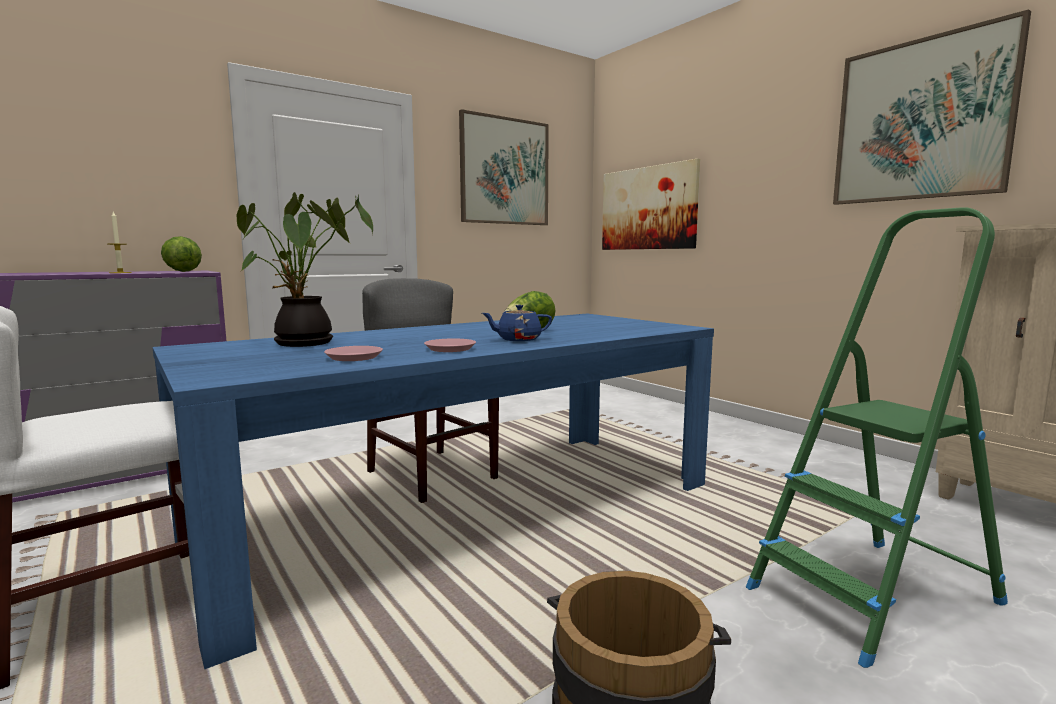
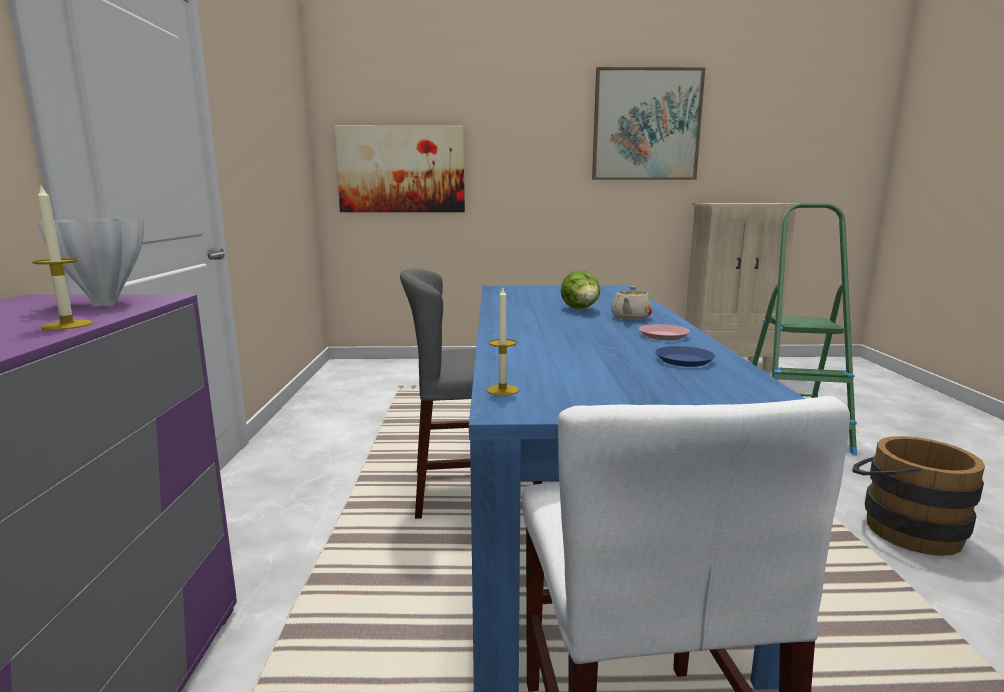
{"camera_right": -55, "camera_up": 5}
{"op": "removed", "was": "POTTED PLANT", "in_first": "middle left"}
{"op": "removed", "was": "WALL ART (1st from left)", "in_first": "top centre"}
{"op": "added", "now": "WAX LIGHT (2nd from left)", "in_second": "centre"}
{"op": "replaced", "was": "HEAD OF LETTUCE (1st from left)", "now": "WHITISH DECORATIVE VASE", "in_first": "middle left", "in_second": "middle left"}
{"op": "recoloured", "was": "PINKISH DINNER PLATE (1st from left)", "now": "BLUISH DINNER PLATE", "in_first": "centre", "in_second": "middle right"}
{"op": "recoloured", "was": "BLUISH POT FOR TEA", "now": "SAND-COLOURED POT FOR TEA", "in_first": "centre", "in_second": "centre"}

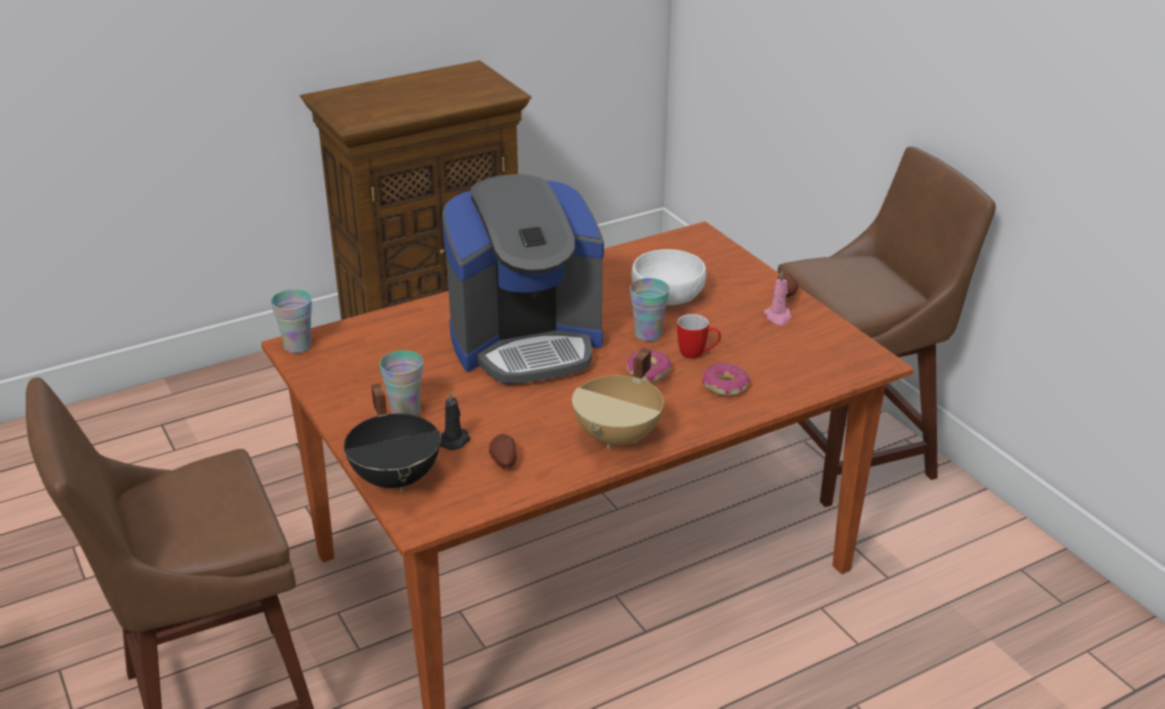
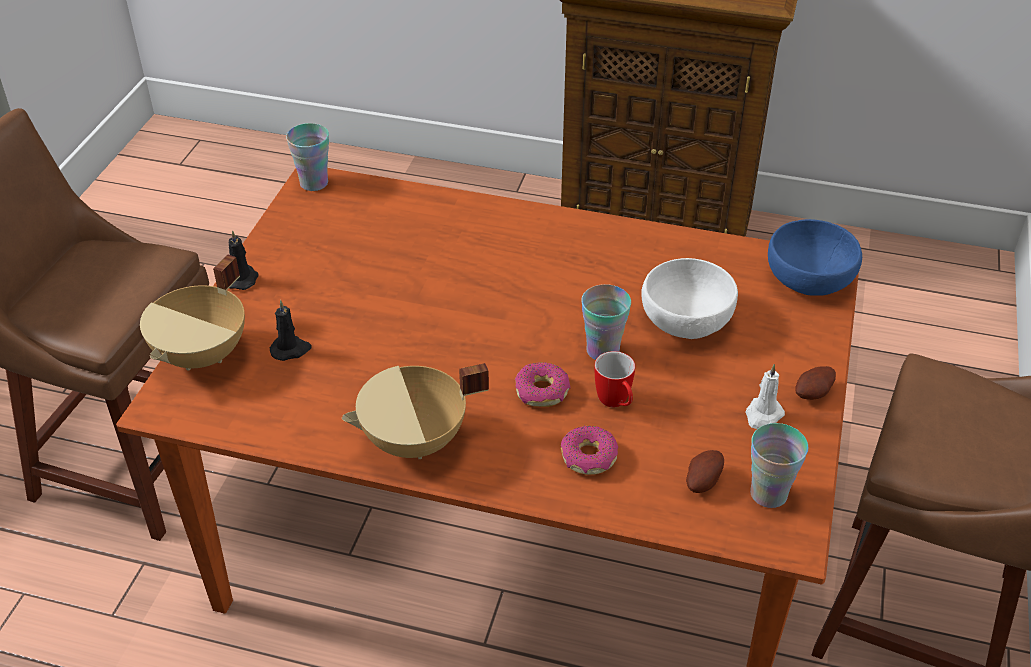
{"camera_right": 45, "camera_up": 10}
{"op": "removed", "was": "COFFEE MAKER", "in_first": "centre"}
{"op": "added", "now": "BLACKISH WAX LIGHT (1st from left)", "in_second": "middle left"}
{"op": "added", "now": "BLUISH BOWL", "in_second": "middle right"}
{"op": "moved", "was": "CUP (2nd from left in the first image)", "now": "CUP (3rd from left)", "in_first": "centre", "in_second": "bottom right"}
{"op": "moved", "was": "SPUD (1st from left)", "in_first": "centre", "in_second": "bottom right"}
{"op": "recoloured", "was": "BLACKISH COOKING POT", "now": "SAND-COLOURED COOKING POT (1st from left)", "in_first": "centre", "in_second": "middle left"}
{"op": "recoloured", "was": "PINKISH WAX LIGHT", "now": "WHITISH WAX LIGHT", "in_first": "middle right", "in_second": "middle right"}

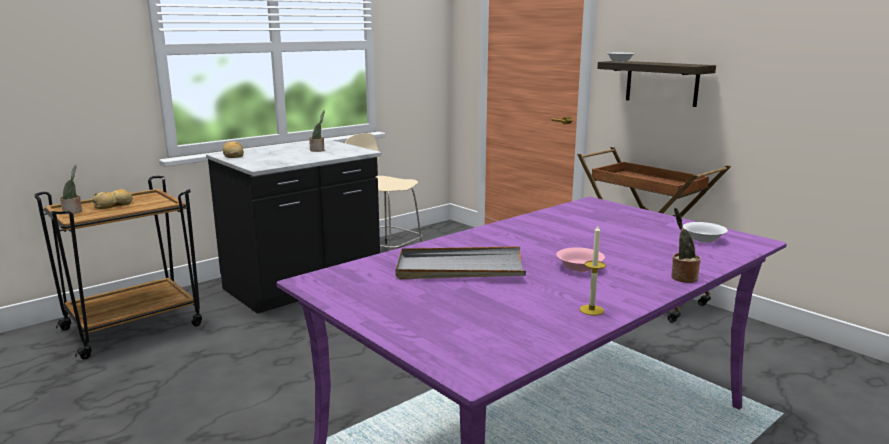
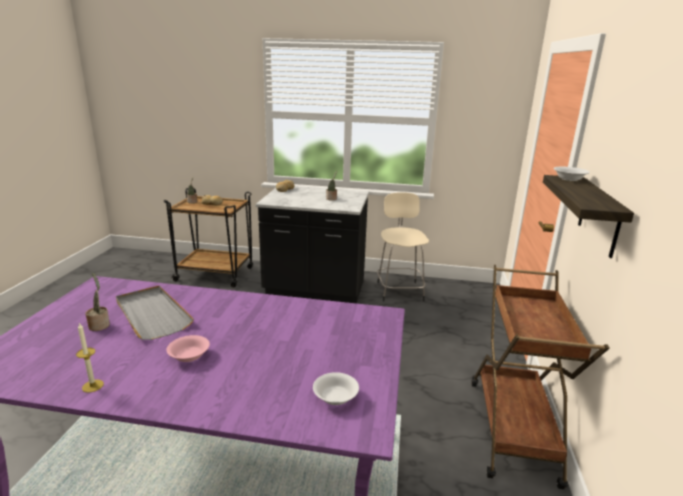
{"camera_right": 50, "camera_up": 5}
{"op": "moved", "was": "POTTED PLANT (3rd from left in the first image)", "now": "POTTED PLANT (1st from left)", "in_first": "middle right", "in_second": "middle left"}

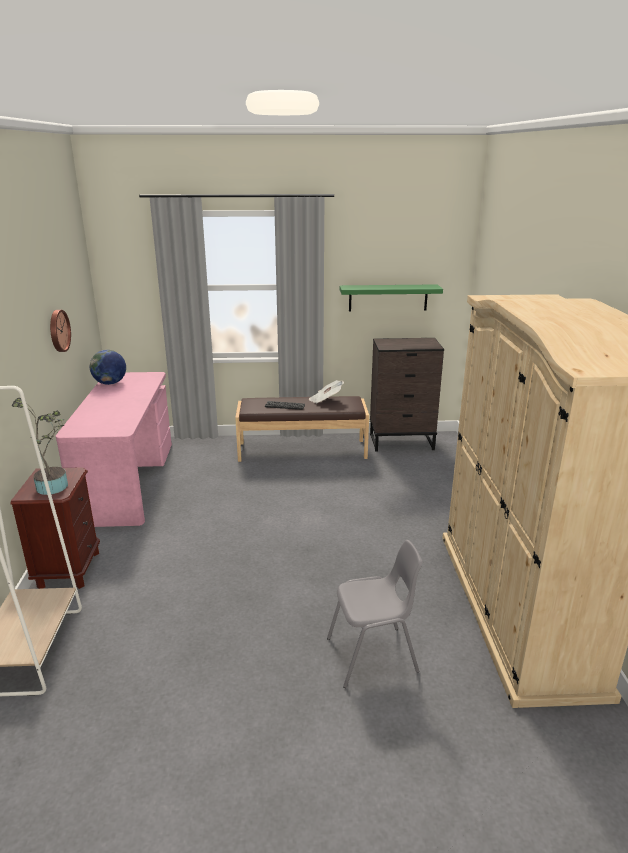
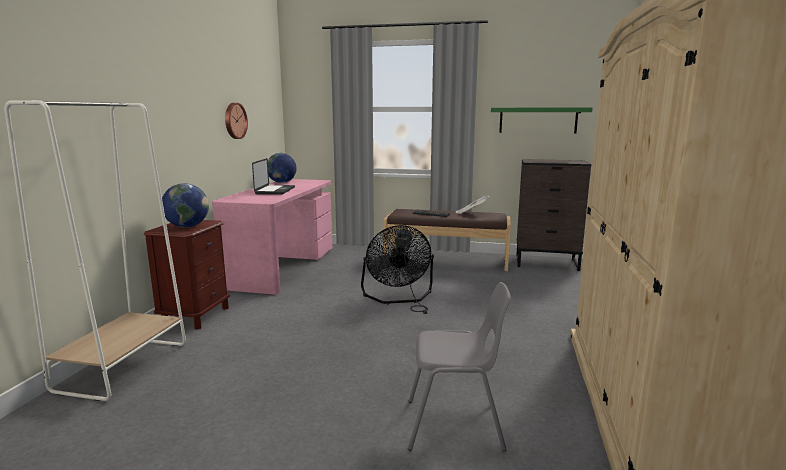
{"camera_right": 15, "camera_up": -10}
{"op": "added", "now": "NOTEBOOK COMPUTER", "in_second": "centre"}
{"op": "added", "now": "BLACKISH ELECTRIC FAN", "in_second": "centre"}
{"op": "replaced", "was": "POTTED PLANT", "now": "DESK GLOBE (1st from left)", "in_first": "middle left", "in_second": "middle left"}

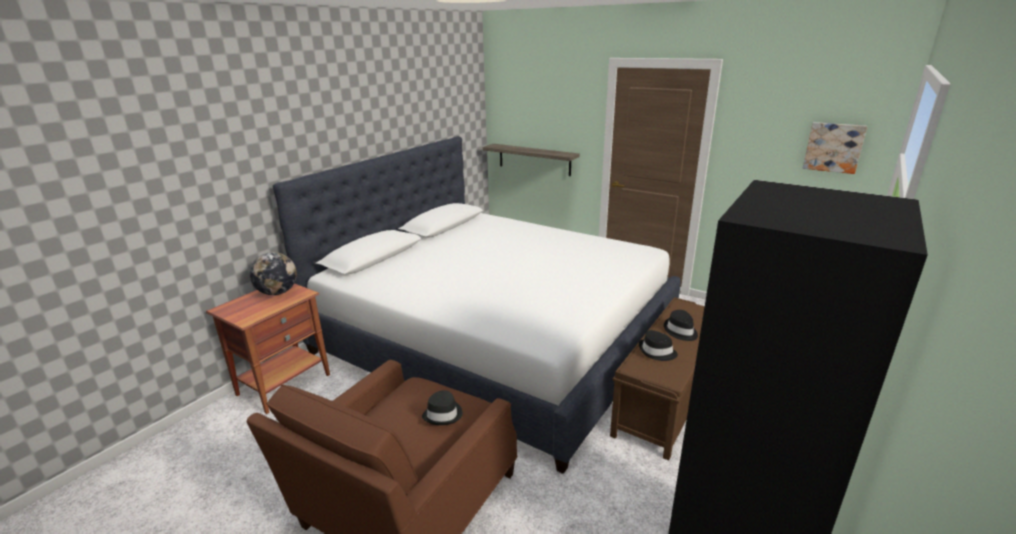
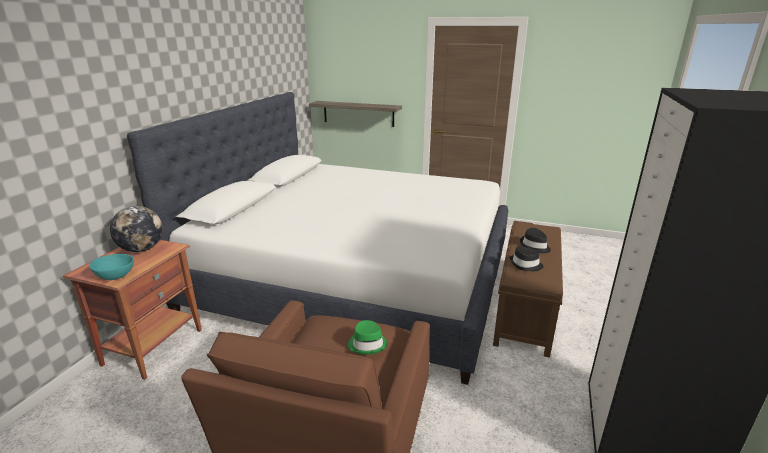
{"camera_right": -15, "camera_up": 0}
{"op": "removed", "was": "WALL ART", "in_first": "top right"}
{"op": "added", "now": "TURQUOISE-COLOURED BOWL", "in_second": "middle left"}
{"op": "recoloured", "was": "BLACKISH HAT (1st from left)", "now": "GREENISH HAT", "in_first": "bottom centre", "in_second": "bottom centre"}

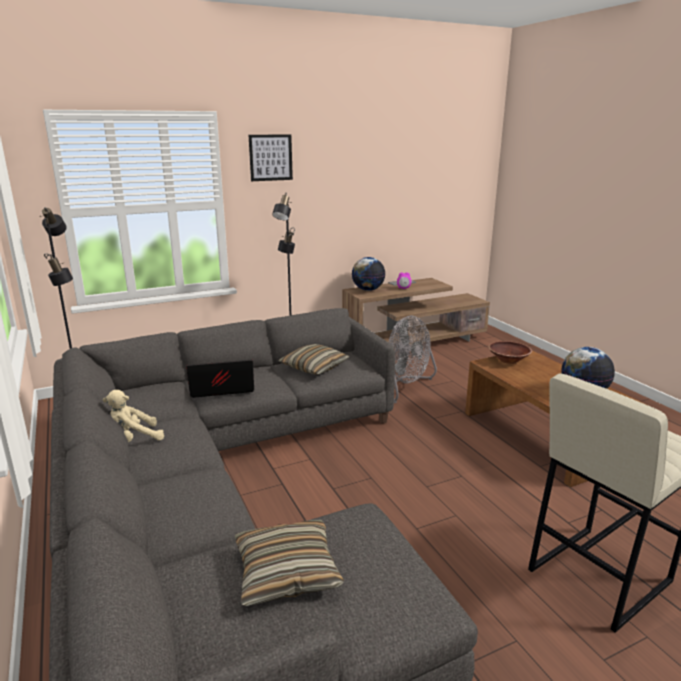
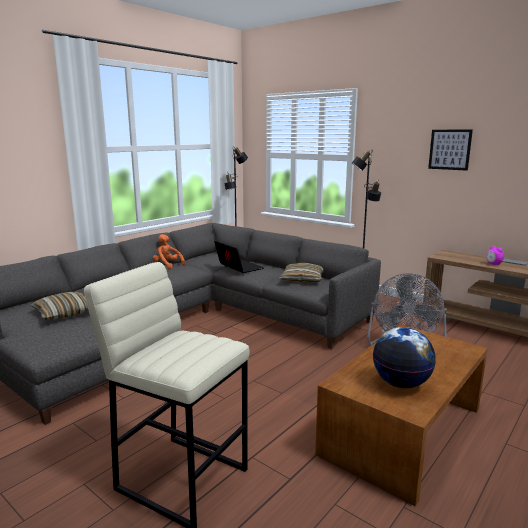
{"camera_right": 65, "camera_up": -5}
{"op": "removed", "was": "DESK GLOBE (1st from left)", "in_first": "centre"}
{"op": "removed", "was": "BROWNISH BOWL", "in_first": "middle right"}
{"op": "moved", "was": "WALL ART", "in_first": "top centre", "in_second": "top right"}
{"op": "recoloured", "was": "SAND-COLOURED SOFT TOY", "now": "ORANGE SOFT TOY", "in_first": "middle left", "in_second": "middle left"}

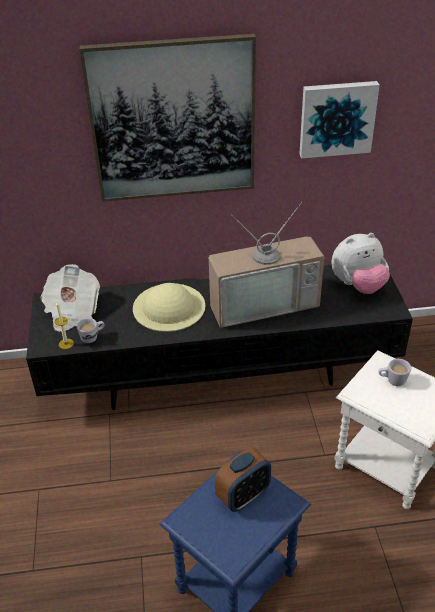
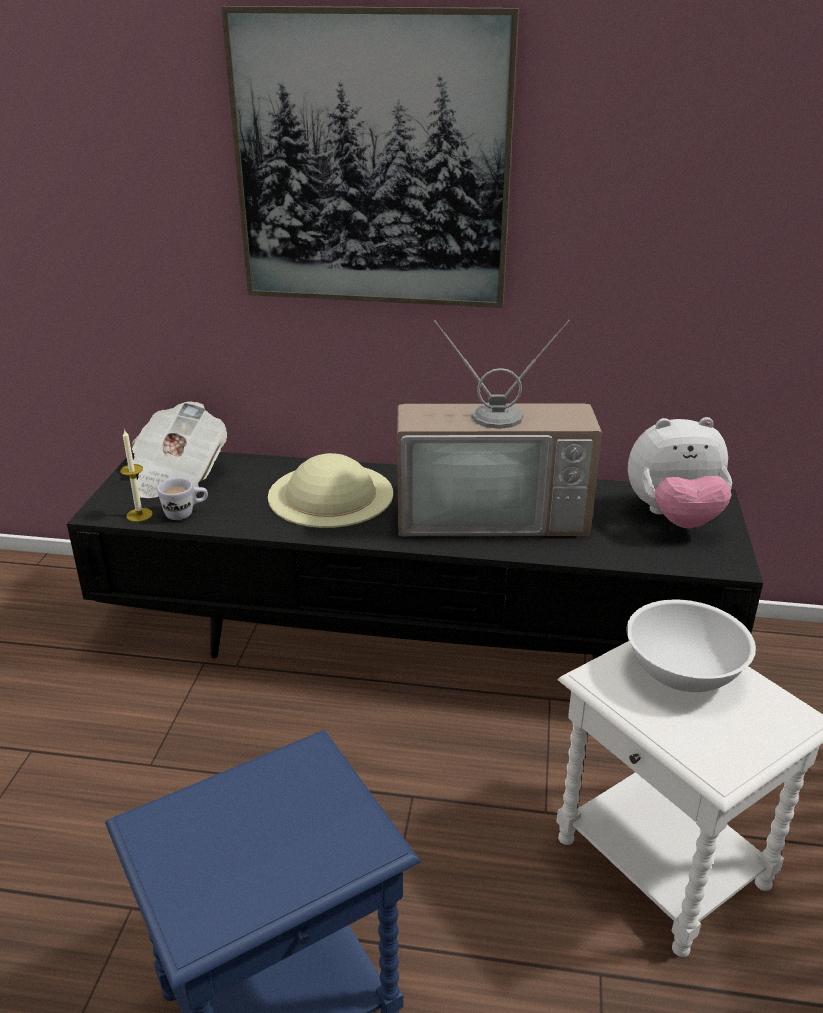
{"camera_right": 15, "camera_up": -10}
{"op": "removed", "was": "TABLE CLOCK", "in_first": "bottom centre"}
{"op": "removed", "was": "WALL ART (2nd from left)", "in_first": "top right"}
{"op": "replaced", "was": "WHITISH MUG (2nd from left)", "now": "WHITISH BOWL", "in_first": "middle right", "in_second": "middle right"}

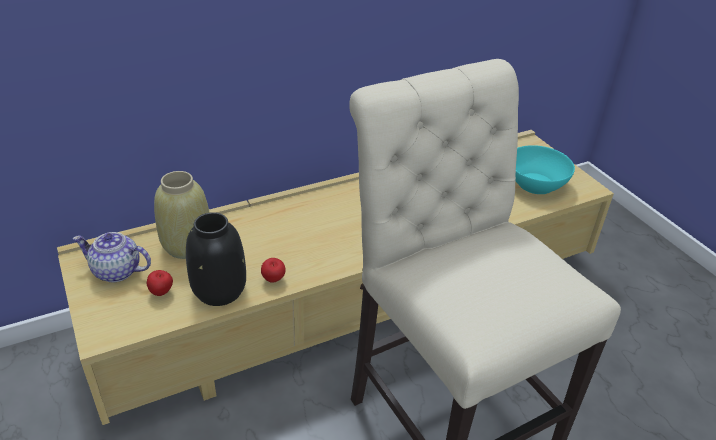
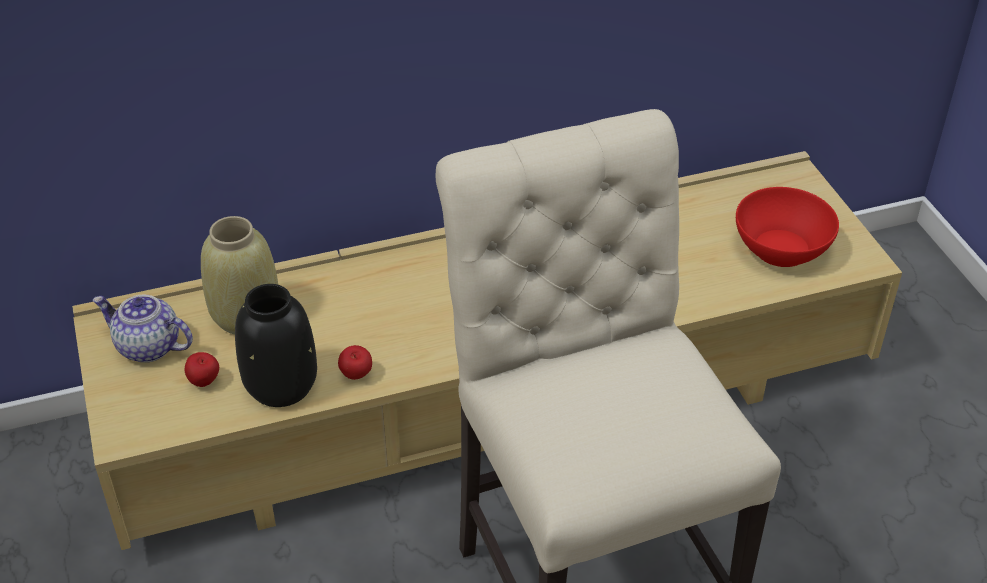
{"camera_right": 10, "camera_up": 5}
{"op": "recoloured", "was": "TURQUOISE-COLOURED BOWL", "now": "REDDISH BOWL", "in_first": "middle right", "in_second": "middle right"}

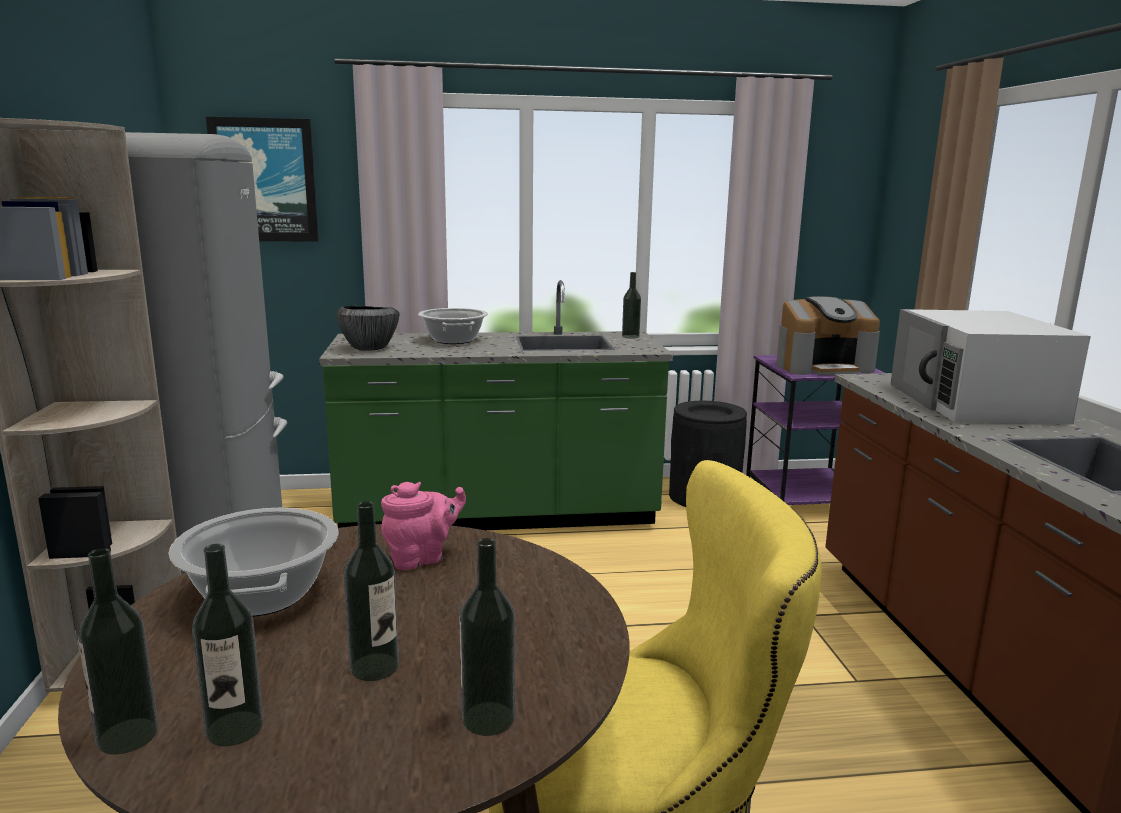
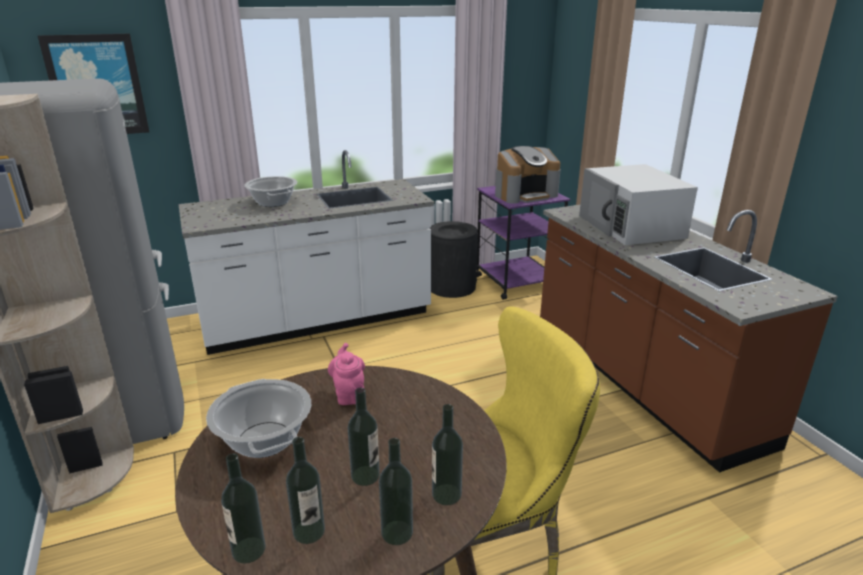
{"camera_right": -15, "camera_up": 10}
{"op": "removed", "was": "BOWL", "in_first": "middle left"}
{"op": "moved", "was": "DRINK BOTTLE (5th from left in the first image)", "now": "DRINK BOTTLE (4th from left)", "in_first": "centre", "in_second": "bottom centre"}
{"op": "recoloured", "was": "GREENISH KITCHEN COUNTER", "now": "WHITISH KITCHEN COUNTER", "in_first": "centre", "in_second": "centre"}
{"op": "turned", "was": "PINKISH POT FOR TEA", "in_first": "centre", "in_second": "centre", "clockwise": -60}

